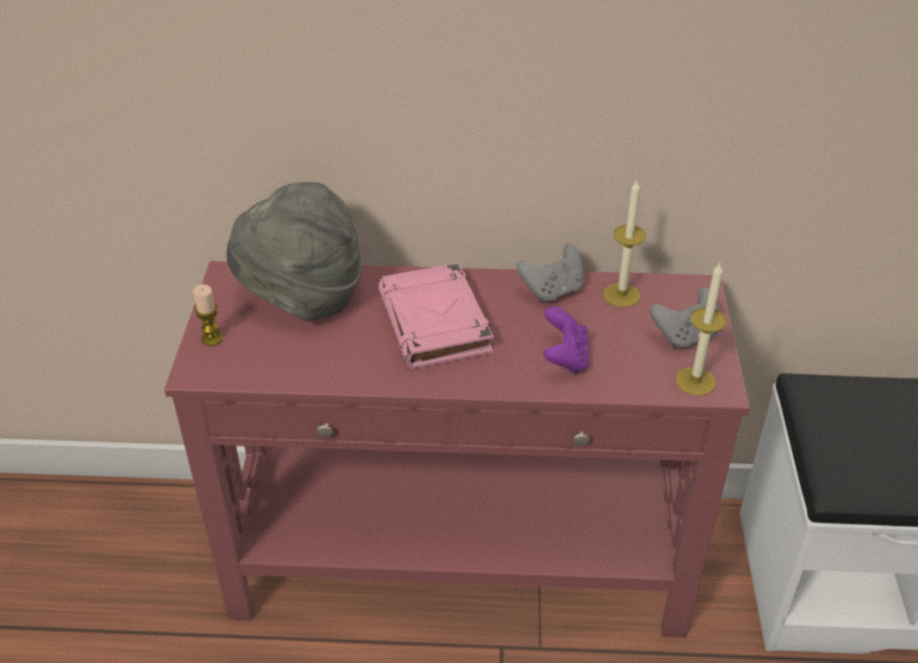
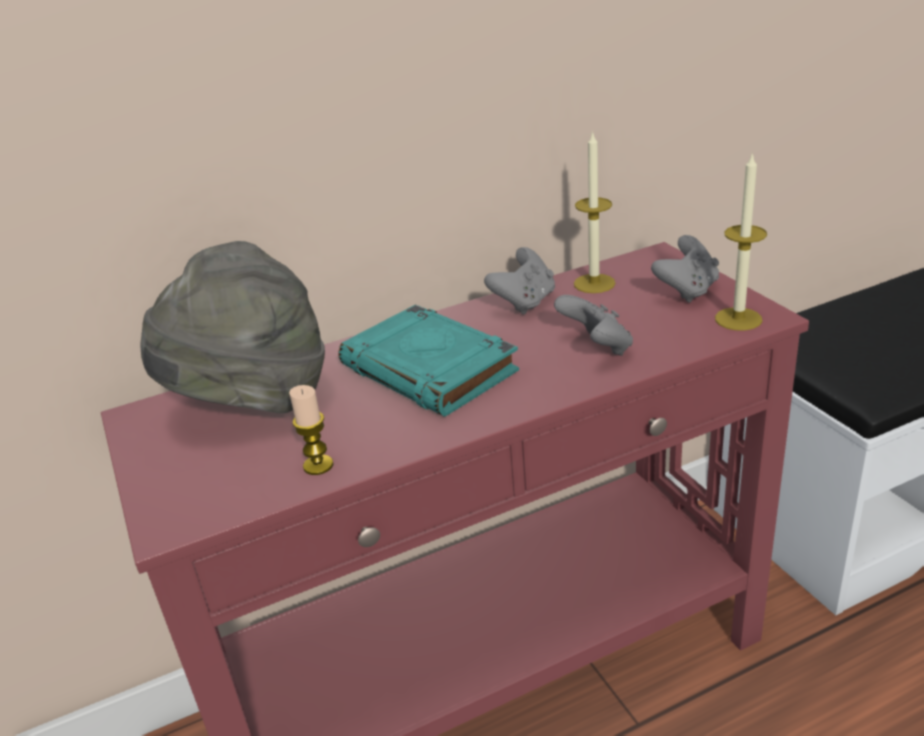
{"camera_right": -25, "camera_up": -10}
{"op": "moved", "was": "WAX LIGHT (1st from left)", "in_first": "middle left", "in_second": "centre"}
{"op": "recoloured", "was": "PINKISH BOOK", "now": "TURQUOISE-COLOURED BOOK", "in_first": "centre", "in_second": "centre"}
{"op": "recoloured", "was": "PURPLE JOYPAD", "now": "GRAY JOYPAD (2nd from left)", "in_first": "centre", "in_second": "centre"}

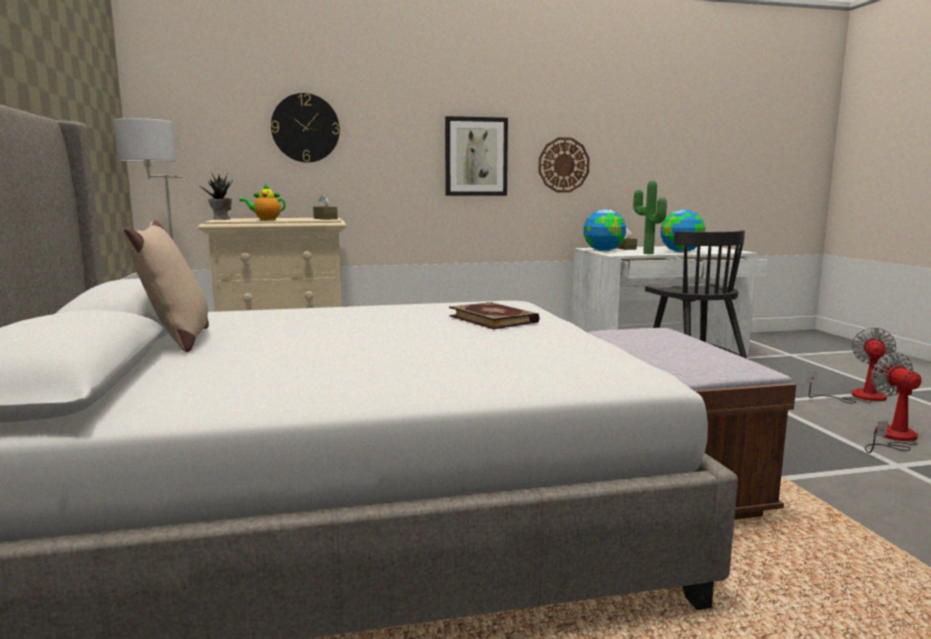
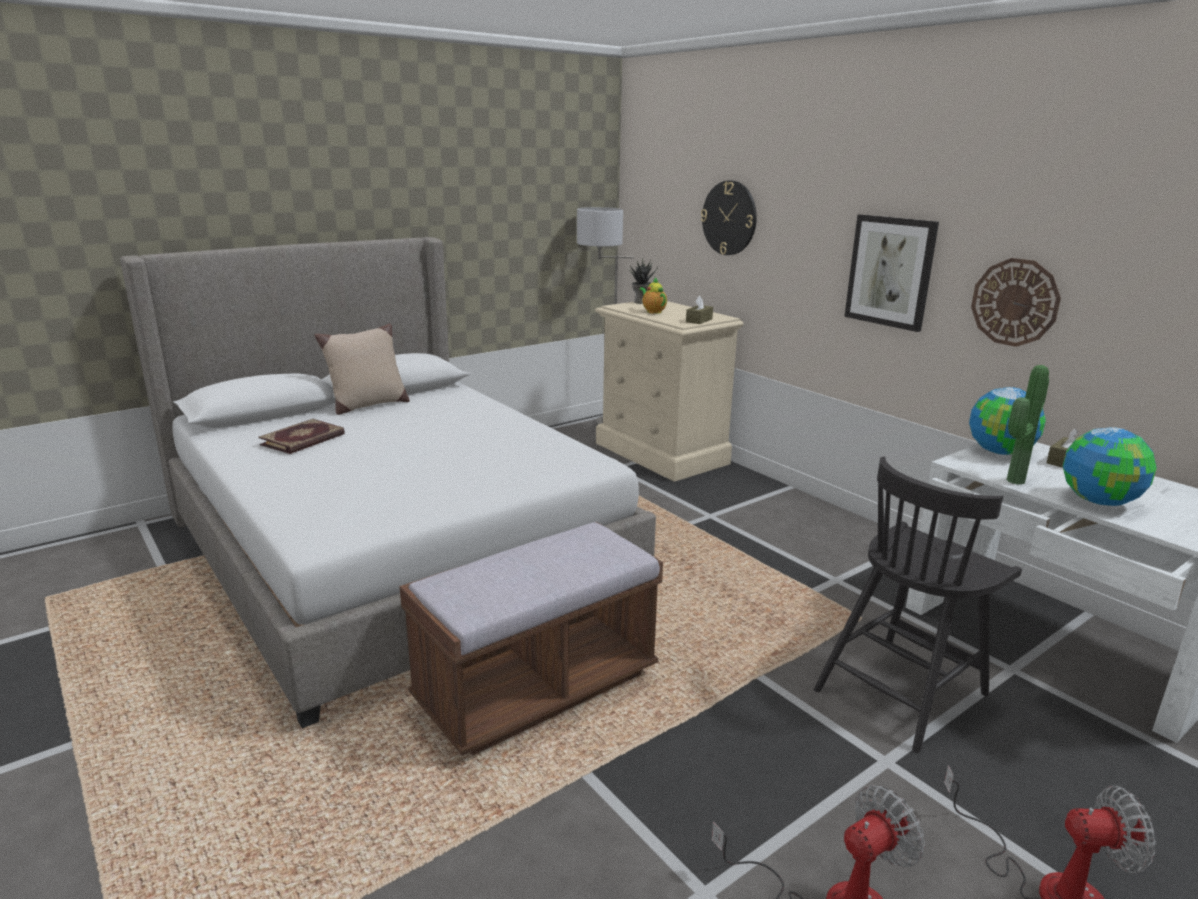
{"camera_right": 65, "camera_up": 10}
{"op": "moved", "was": "BOOK", "in_first": "centre", "in_second": "middle left"}

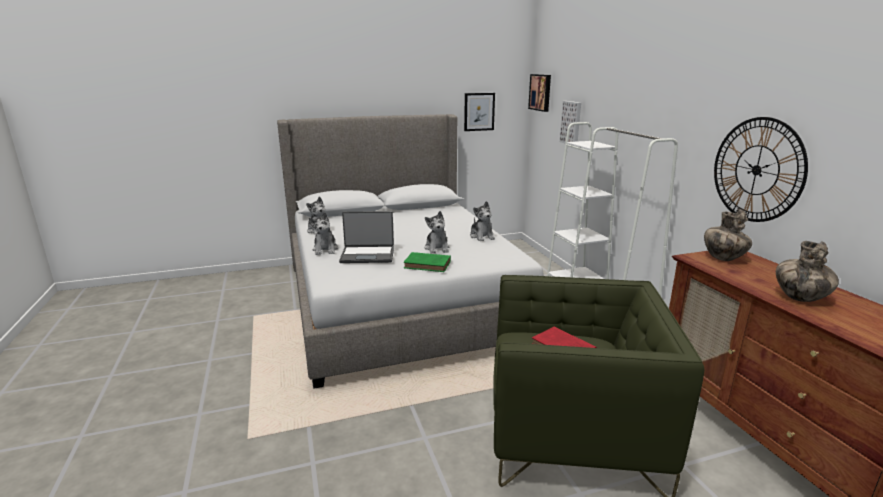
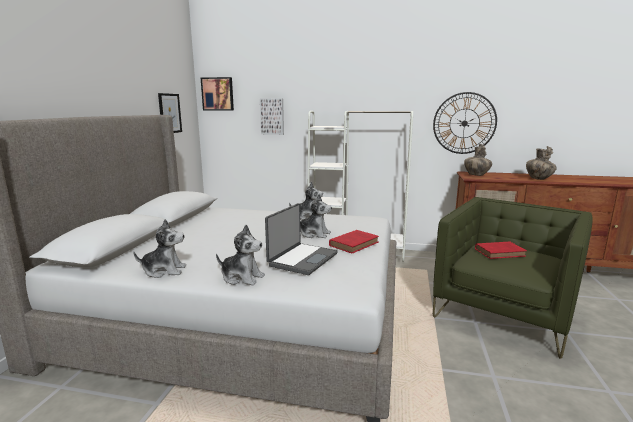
{"camera_right": -60, "camera_up": -5}
{"op": "recoloured", "was": "GREENISH BOOK", "now": "REDDISH BOOK (1st from left)", "in_first": "centre", "in_second": "centre"}

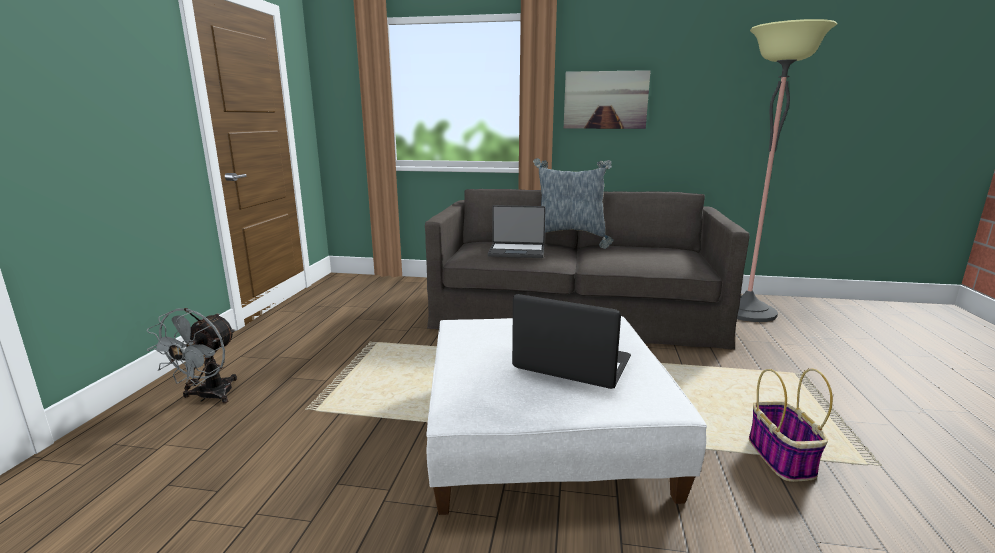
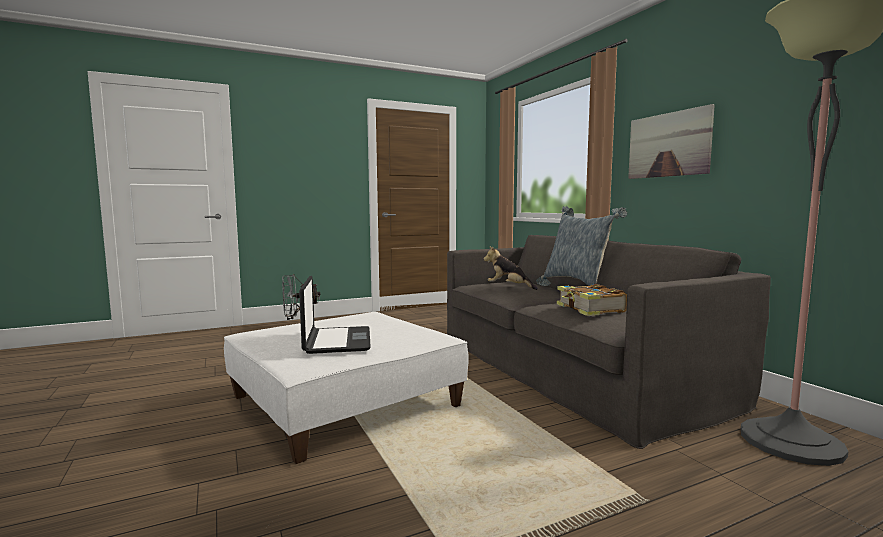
{"camera_right": 55, "camera_up": -10}
{"op": "removed", "was": "BASKET", "in_first": "bottom right"}
{"op": "added", "now": "BOOK", "in_second": "middle right"}
{"op": "replaced", "was": "NOTEBOOK COMPUTER (1st from left)", "now": "SOFT TOY", "in_first": "centre", "in_second": "centre"}

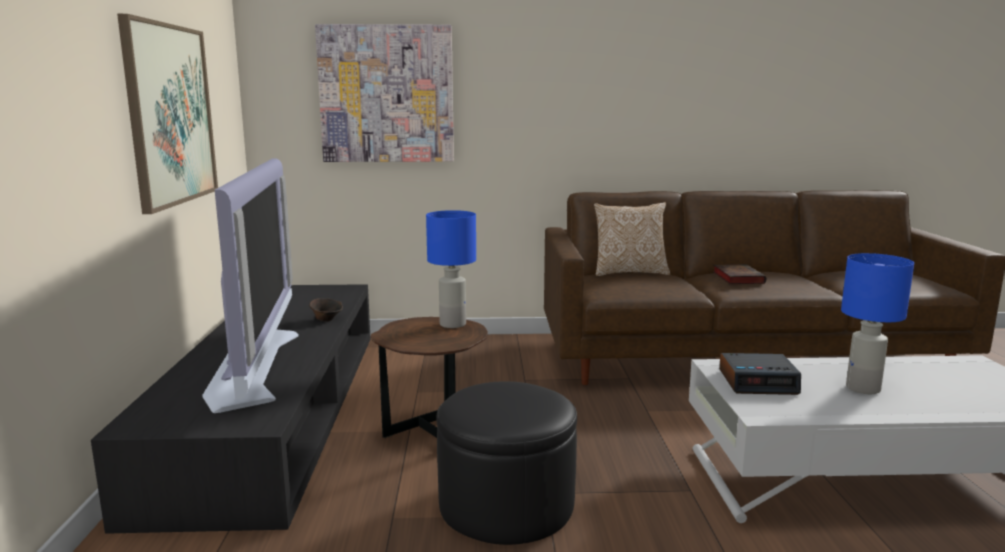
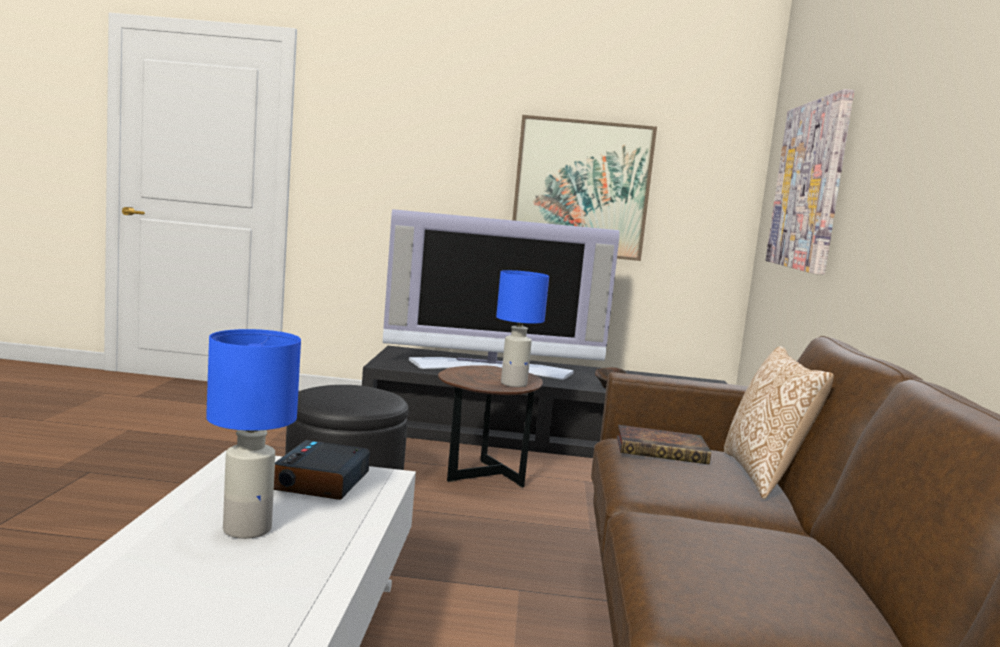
{"camera_right": 95, "camera_up": -5}
{"op": "moved", "was": "BOOK", "in_first": "middle right", "in_second": "bottom centre"}

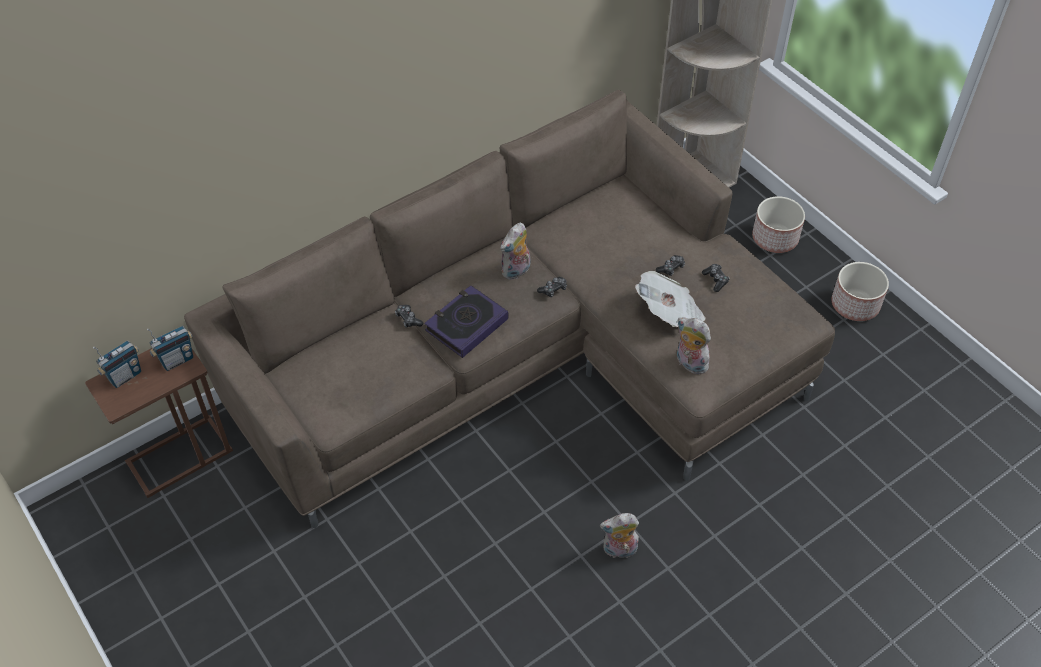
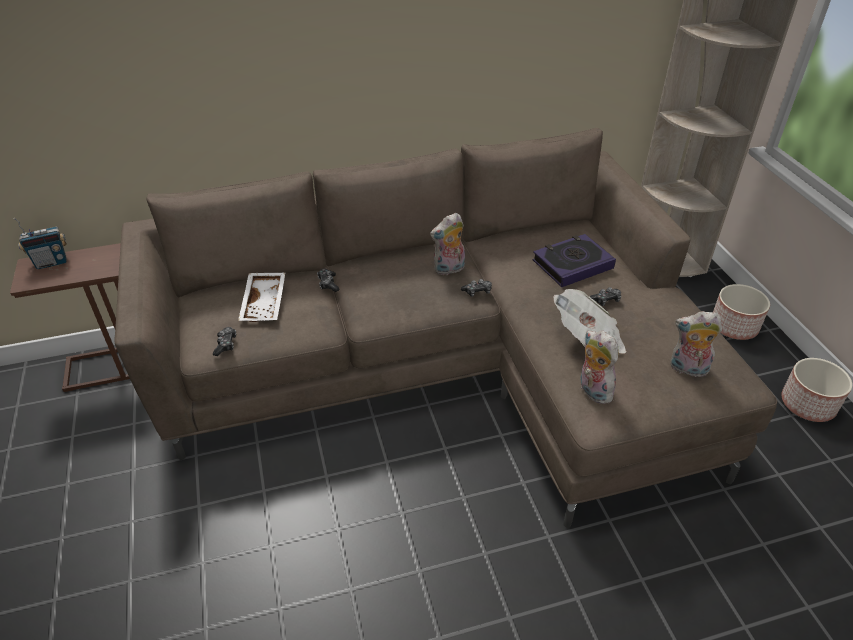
{"camera_right": 20, "camera_up": -10}
{"op": "removed", "was": "RADIO (2nd from left)", "in_first": "middle left"}
{"op": "added", "now": "WHITISH TRAY", "in_second": "middle left"}
{"op": "moved", "was": "BOOK", "in_first": "centre", "in_second": "middle right"}
{"op": "moved", "was": "SOFT TOY (2nd from left in the first image)", "now": "SOFT TOY (3rd from left)", "in_first": "bottom centre", "in_second": "middle right"}
{"op": "moved", "was": "JOYPAD (4th from left in the first image)", "now": "JOYPAD (1st from left)", "in_first": "middle right", "in_second": "middle left"}

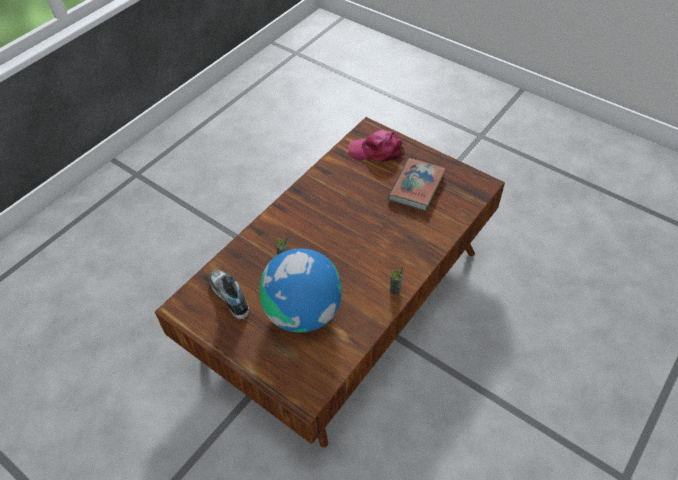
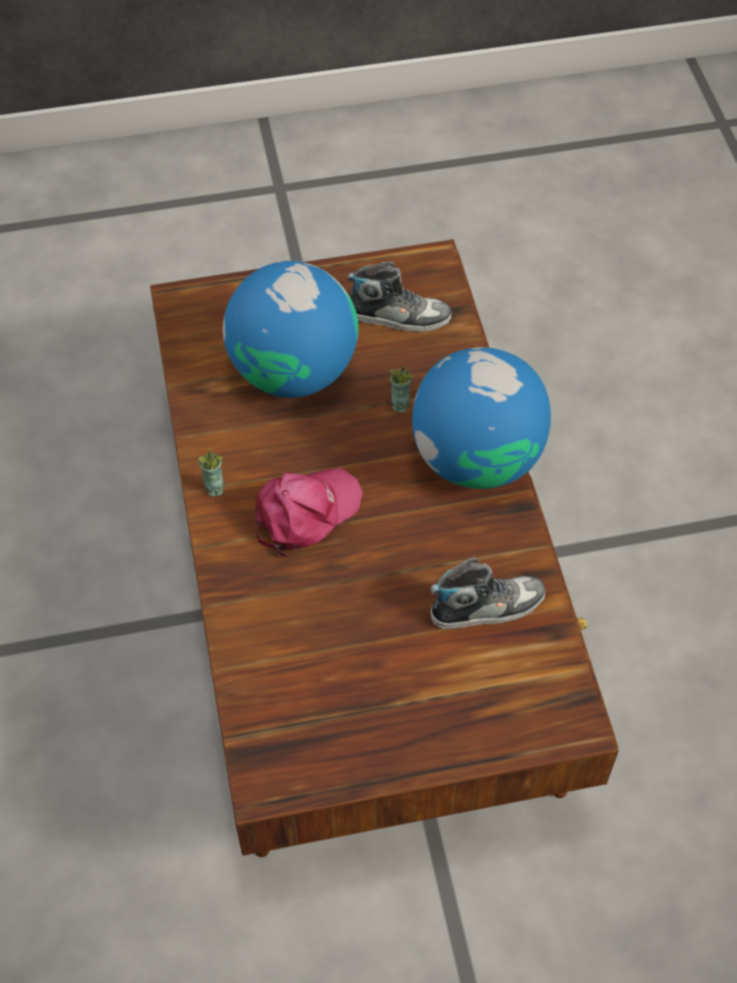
{"camera_right": 130, "camera_up": 5}
{"op": "removed", "was": "BOOK", "in_first": "centre"}
{"op": "added", "now": "DESK GLOBE (2nd from left)", "in_second": "centre"}
{"op": "added", "now": "ITEM OF FOOTWEAR (2nd from left)", "in_second": "centre"}
{"op": "moved", "was": "PINKISH PEAKED CAP", "in_first": "top centre", "in_second": "centre"}

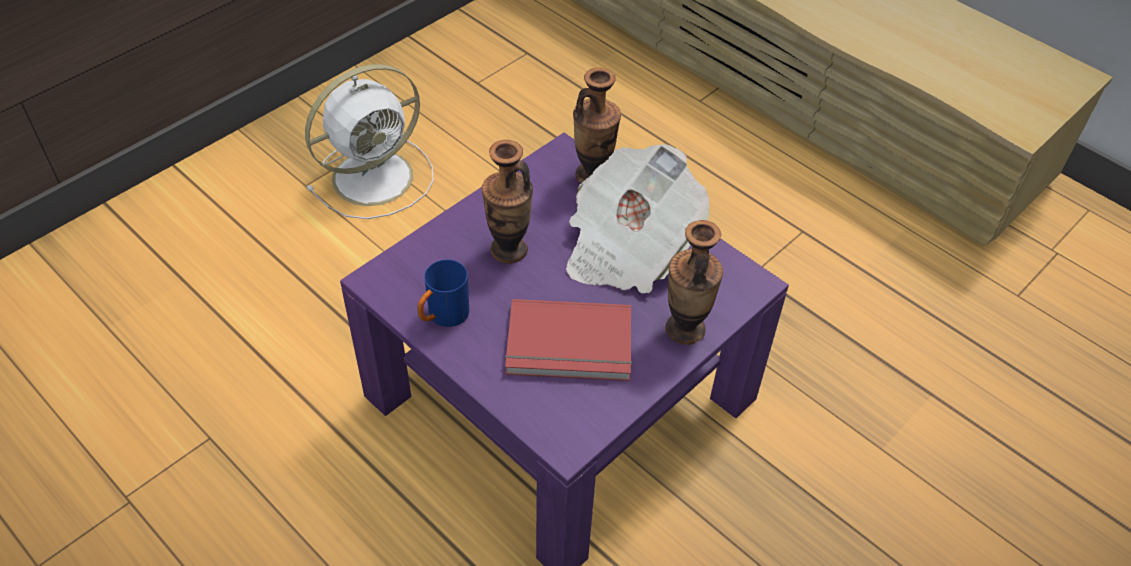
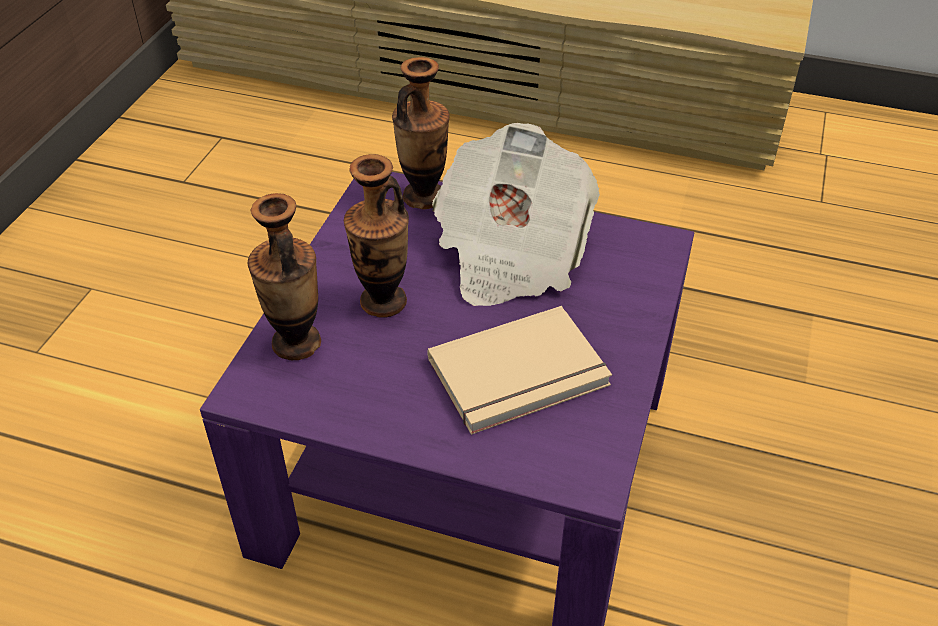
{"camera_right": -25, "camera_up": -5}
{"op": "removed", "was": "WHITISH ELECTRIC FAN", "in_first": "top left"}
{"op": "removed", "was": "BLUISH MUG", "in_first": "centre"}
{"op": "moved", "was": "DECORATIVE VASE (3rd from left in the first image)", "now": "DECORATIVE VASE (1st from left)", "in_first": "centre", "in_second": "middle left"}
{"op": "recoloured", "was": "REDDISH BOOK", "now": "SAND-COLOURED BOOK", "in_first": "centre", "in_second": "centre"}

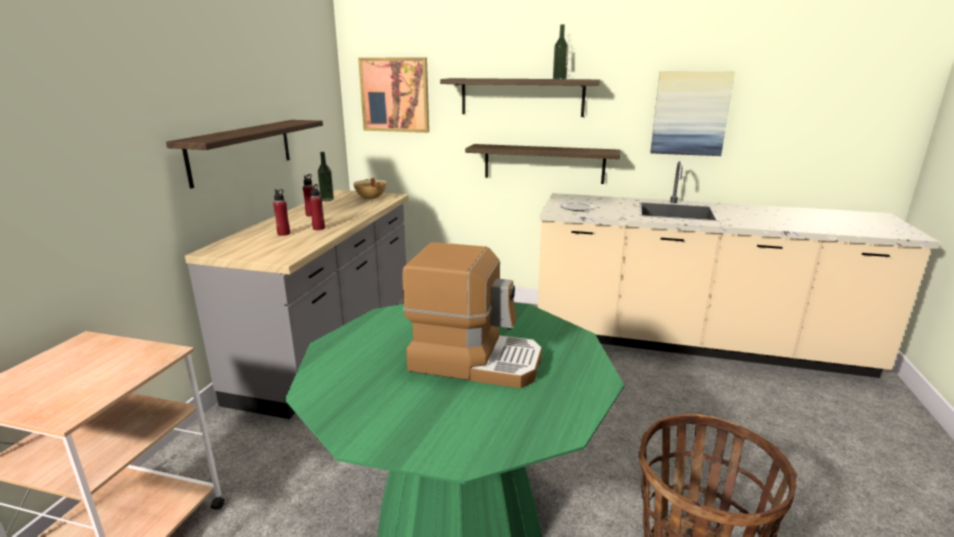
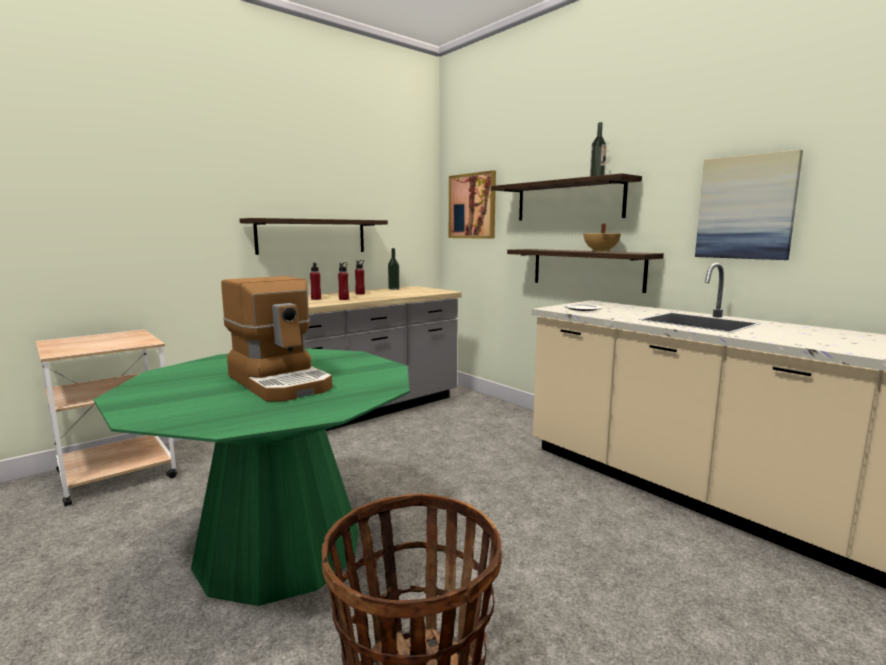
{"camera_right": 35, "camera_up": -10}
{"op": "moved", "was": "SAND-COLOURED COOKING POT", "in_first": "centre", "in_second": "middle right"}

